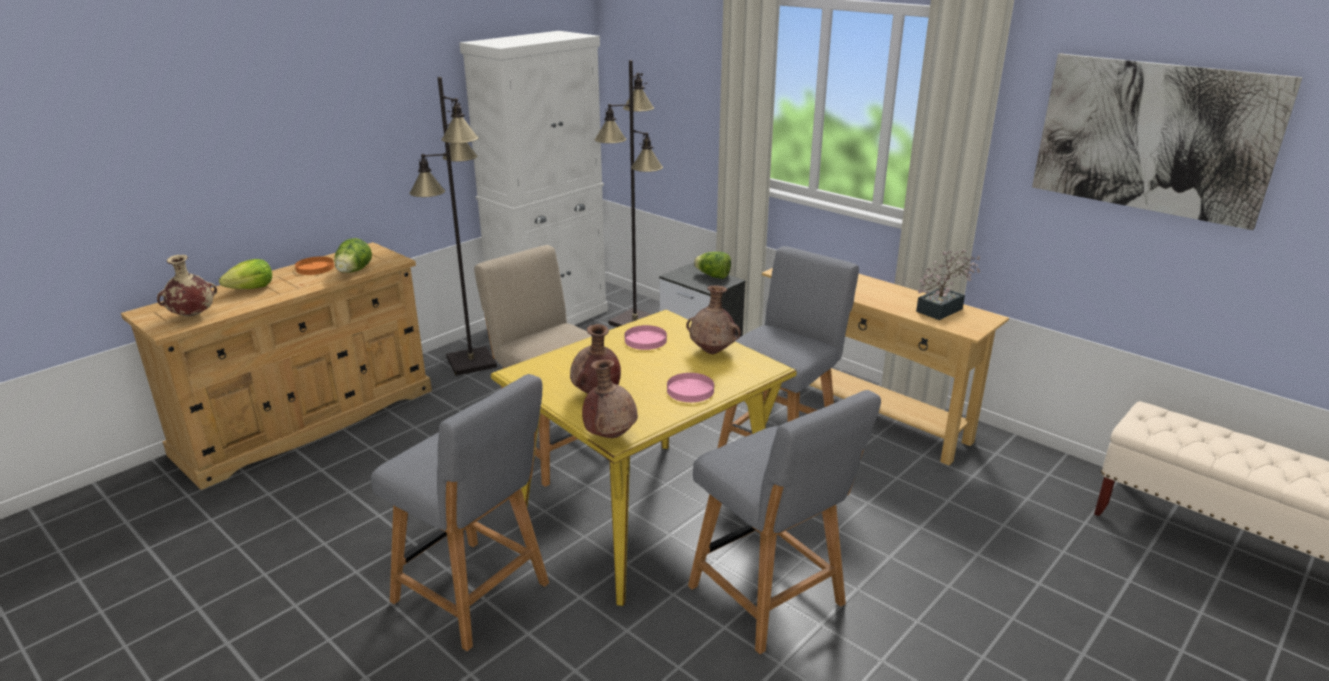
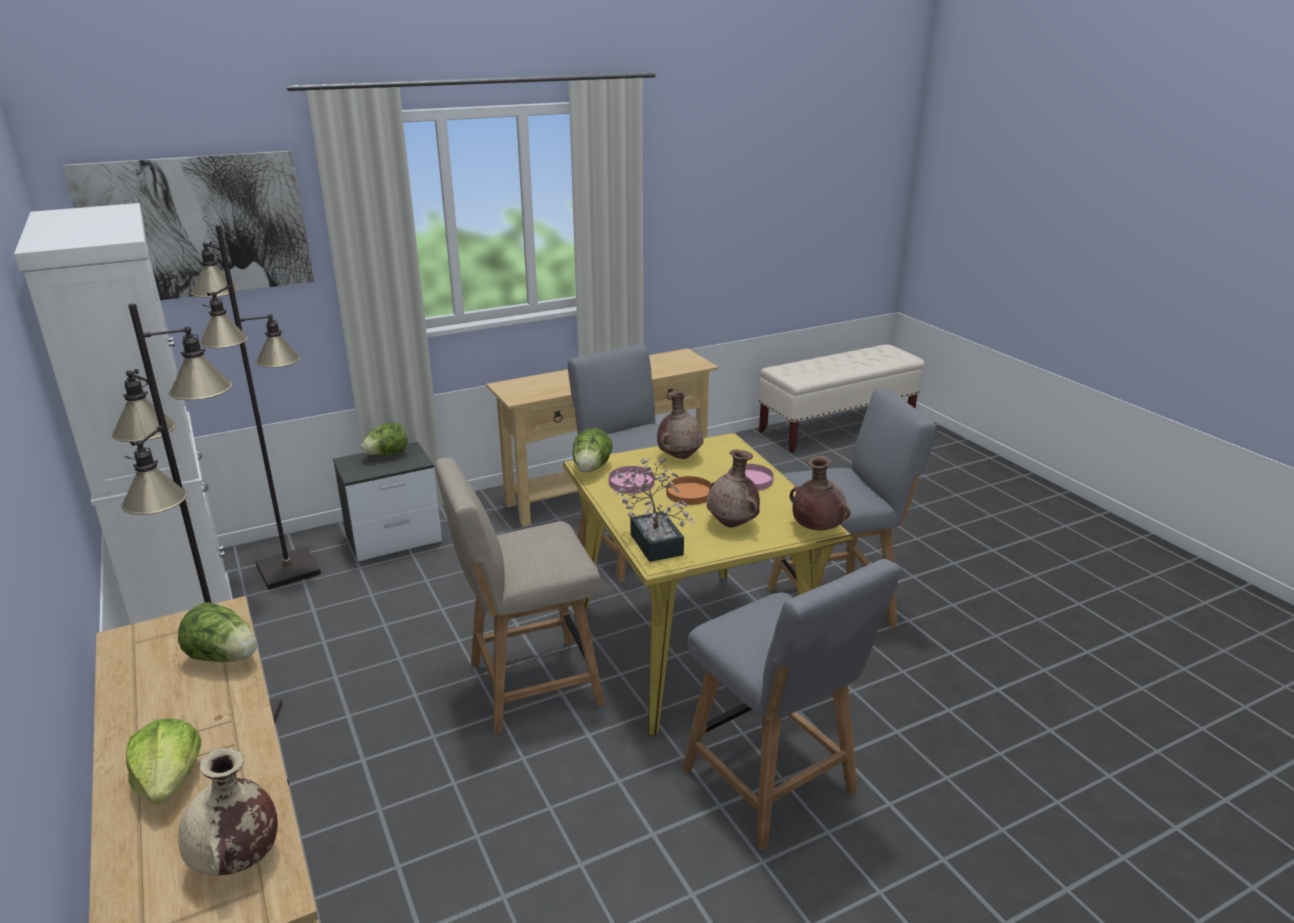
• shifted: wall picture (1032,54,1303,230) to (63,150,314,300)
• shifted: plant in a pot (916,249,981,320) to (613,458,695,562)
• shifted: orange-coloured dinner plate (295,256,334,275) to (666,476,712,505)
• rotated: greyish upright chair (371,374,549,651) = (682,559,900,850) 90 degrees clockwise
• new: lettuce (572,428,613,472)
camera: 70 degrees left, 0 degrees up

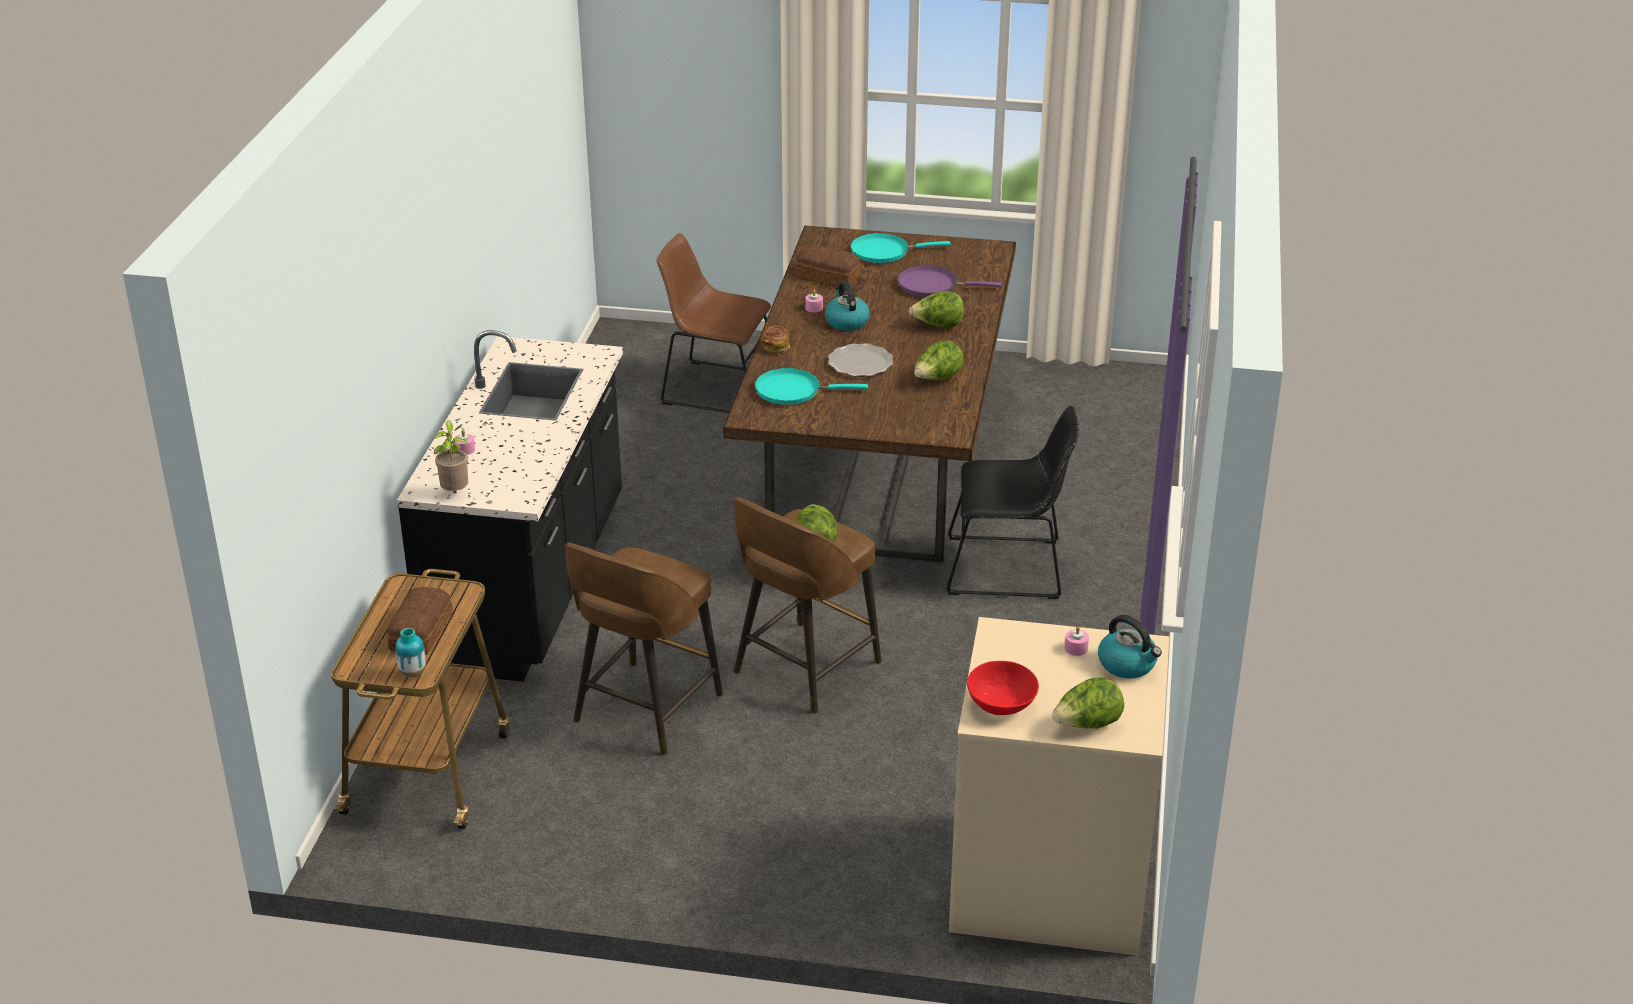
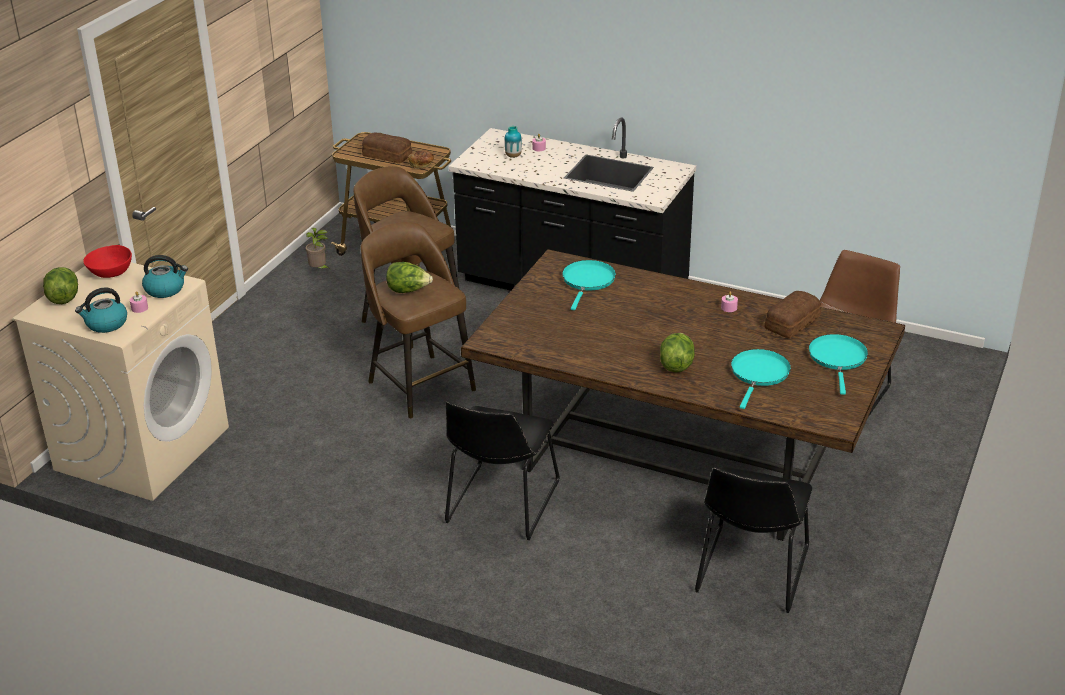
• repainted: purple pan (897,265,1001,297) to turquoise pan (731,349,791,409)
• shifted: water kettle (825,282,870,331) to (142,255,188,298)
• shifted: bakery bread (761,326,790,354) to (408,151,434,169)
• gone: lettuce (914,340,964,380)
• gone: dinner plate (828,344,893,377)
• shifted: plant in a pot (433,421,468,491) to (306,228,330,269)
• shifted: flower vase (395,628,426,677) to (504,126,522,158)
• new: blackish upright chair (695,467,812,613)
camera: 105 degrees right, 0 degrees up

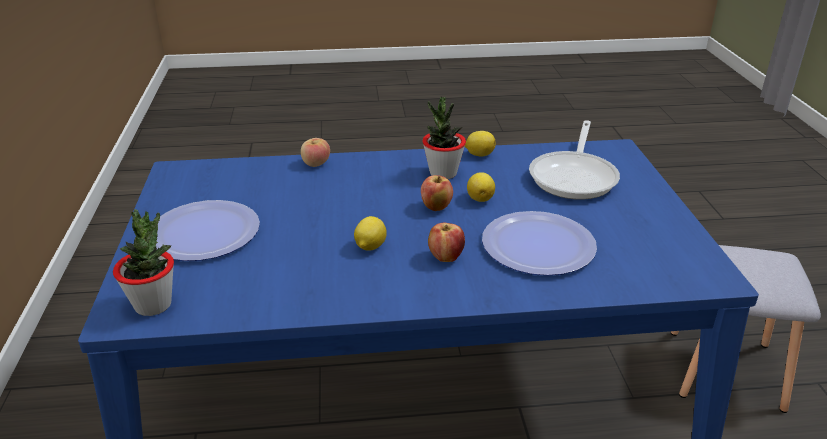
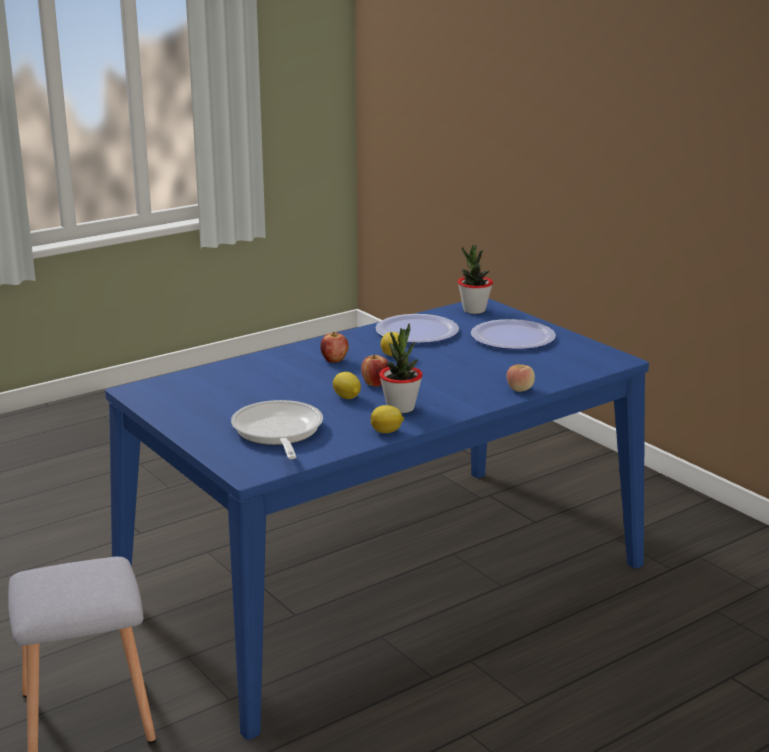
• shifted: dinner plate (482,211,597,275) to (375,314,459,343)
camera: 150 degrees right, 10 degrees down

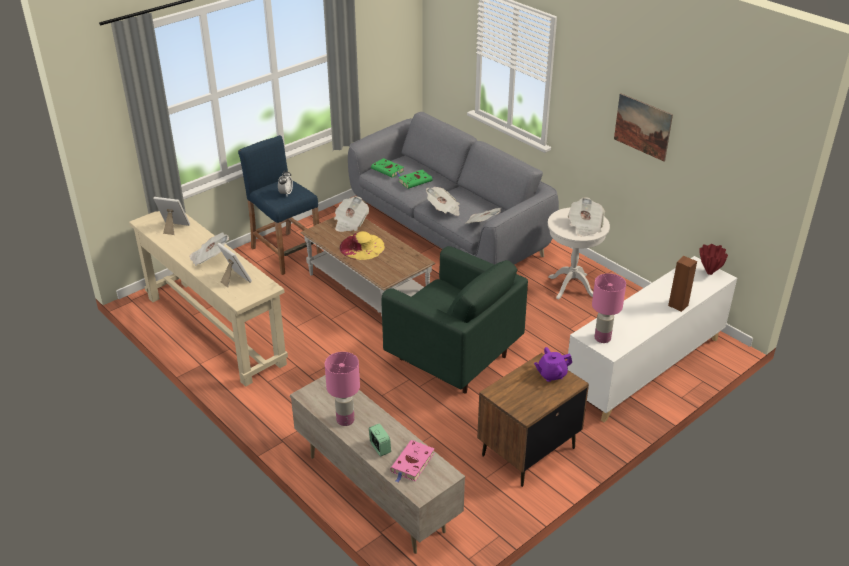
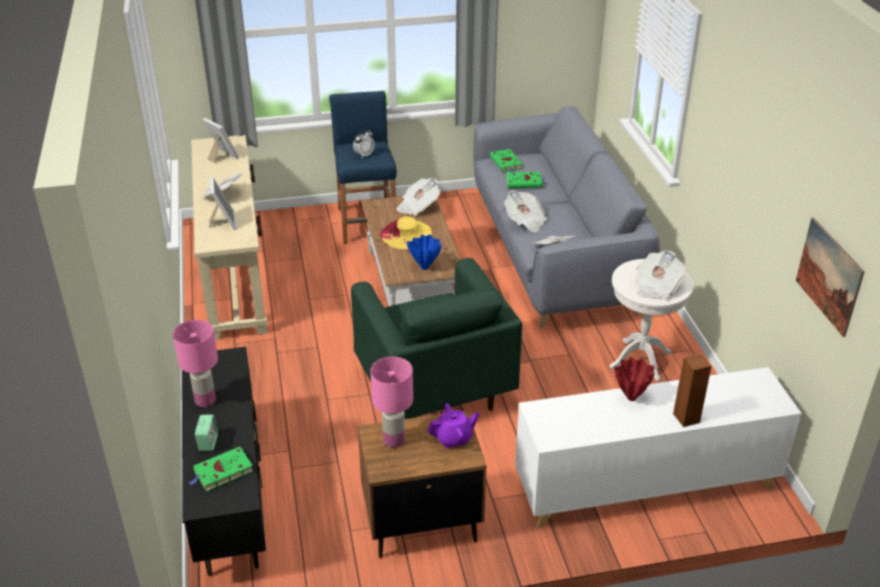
• shifted: wall picture (614,93,673,162) to (796,217,865,337)
• shifted: red flower vase (700,244,728,275) to (614,357,655,401)
• shifted: pink lamp for a table (592,273,626,343) to (371,356,413,448)
• rotated: purple teapot (534,347,572,382) = (428,403,479,448) 150 degrees clockwise
• repainted: sand-coloured tv unit (289,375,465,554) to blackish tv unit (182,347,266,576)
• repainted: pink bound book (390,440,435,482) to green bound book (189,447,253,492)
• new: bluish flower vase (407,235,442,270)
camera: 30 degrees right, 0 degrees up

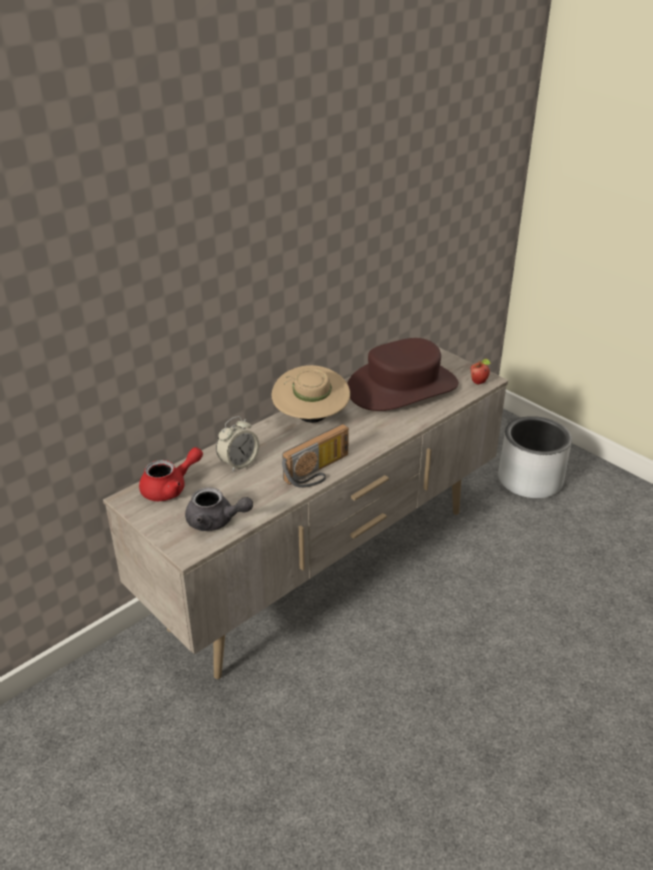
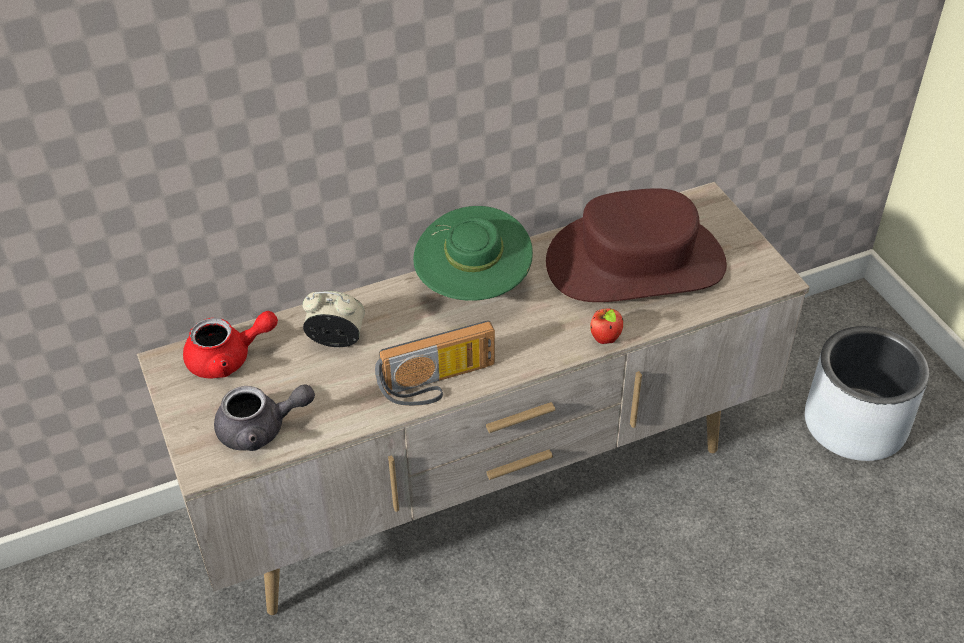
• shifted: apple fruit (471,359,491,384) to (590,308,623,344)
• repainted: sand-coloured clothing hat (272,365,350,423) to green clothing hat (413,206,533,301)
• rotated: table clock (216,416,259,472) = (302,291,365,347) 150 degrees counterclockwise
• rotated: greyish teapot (185,487,253,531) = (214,384,315,451) 45 degrees counterclockwise
camera: 20 degrees right, 10 degrees up

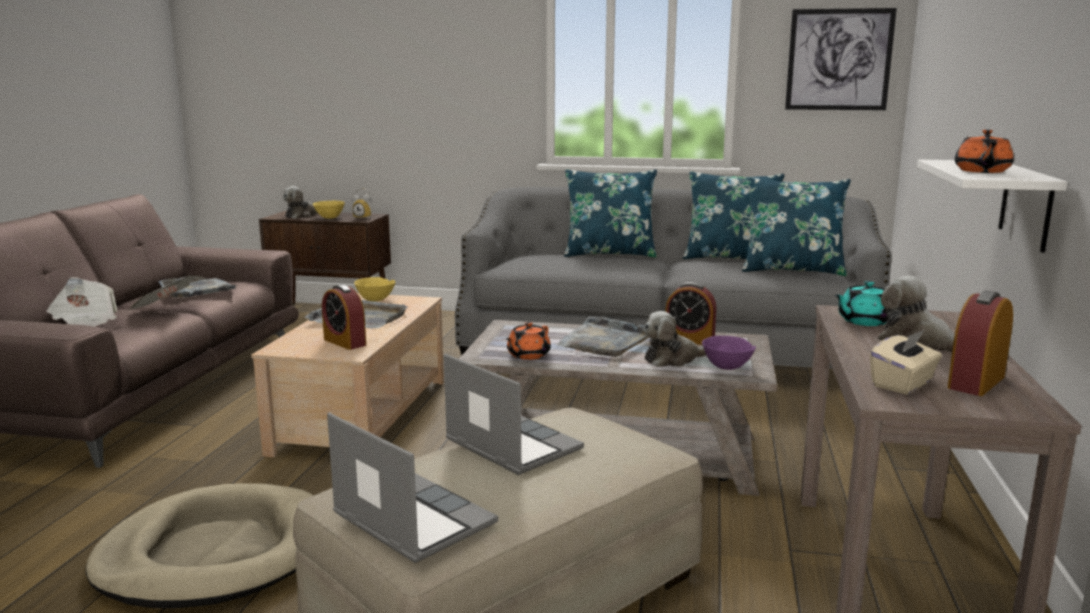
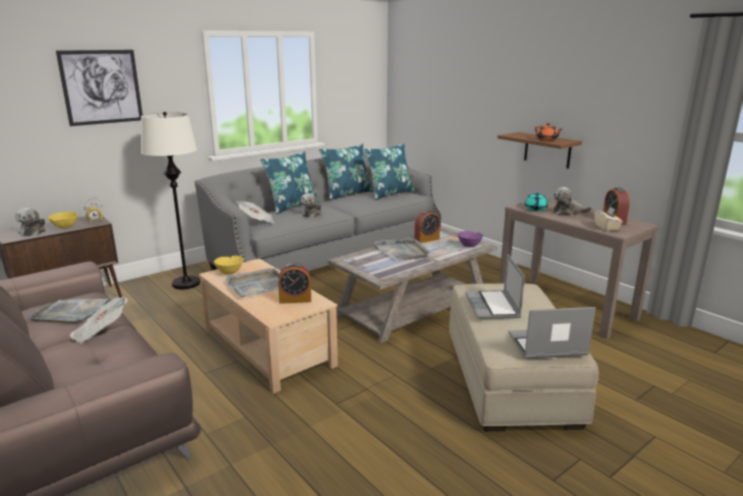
• shifted: wall picture (785,8,897,110) to (56,50,143,126)
• repainted: white bracket shelf (917,160,1068,253) to brown-coloured bracket shelf (497,132,582,169)
• shifted: newspaper (46,277,117,327) to (236,201,274,223)
• shifted: cuddly toy (643,311,706,367) to (301,193,321,218)
• gone: orange-coloured teapot (506,322,551,360)
• rotated: notebook computer (444,354,584,475) = (465,254,525,319) 90 degrees counterclockwise
• gone: sand-coloured pet bed (86,483,314,608)
• new: white standard lamp (141,112,200,289)
camera: 50 degrees left, 5 degrees up

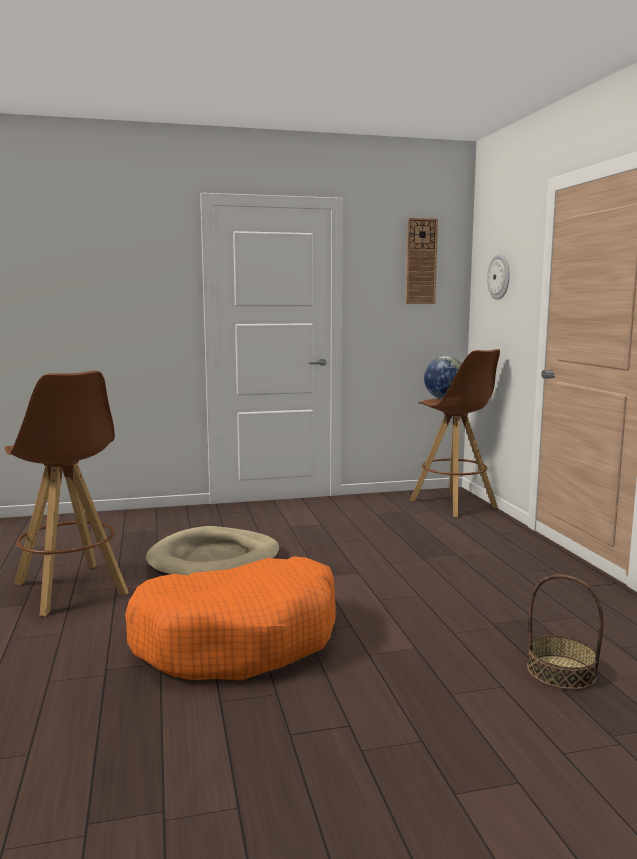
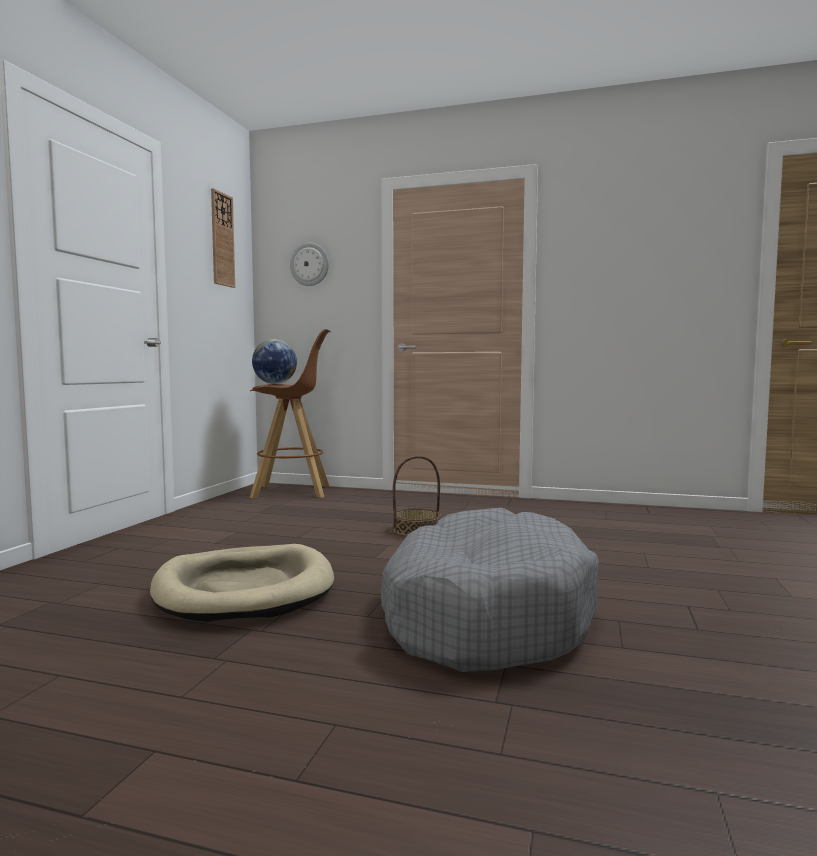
• gone: brown-coloured sitting stool (4,371,128,616)
• repainted: orange-coloured pet bed (125,556,336,680) to greyish pet bed (381,508,599,672)
• shifted: storage basket (527,575,604,690) to (393,455,441,536)
camera: 60 degrees left, 5 degrees down

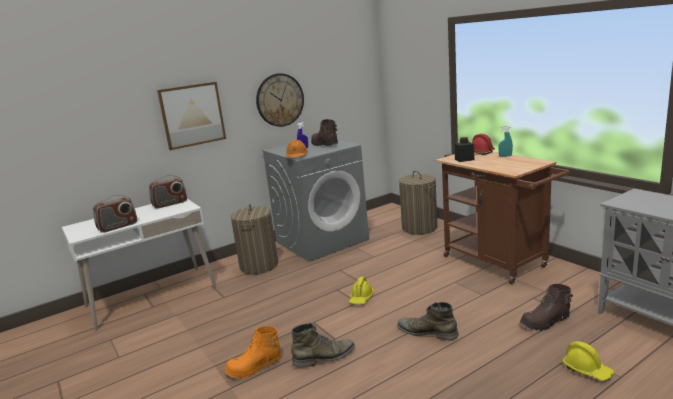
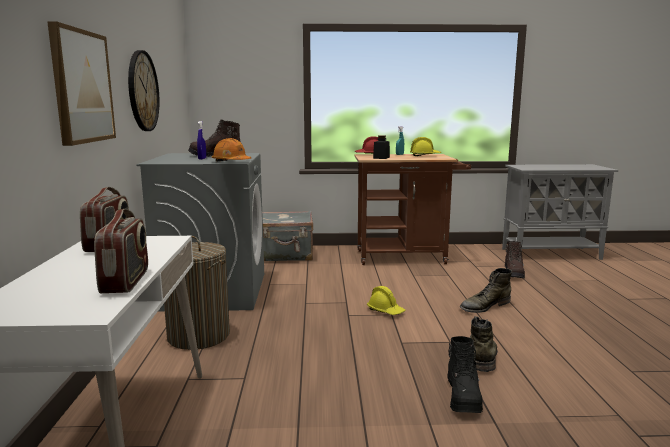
• swapped: laundry basket (399,171,437,235) to greyish piece of luggage (262,211,313,261)
• repainted: orange-coloured high-top boot (225,326,281,379) to blackish high-top boot (447,336,483,413)
• shifted: yellow-coloured safety helmet (563,341,615,381) to (410,137,441,156)
camera: 60 degrees left, 5 degrees down

